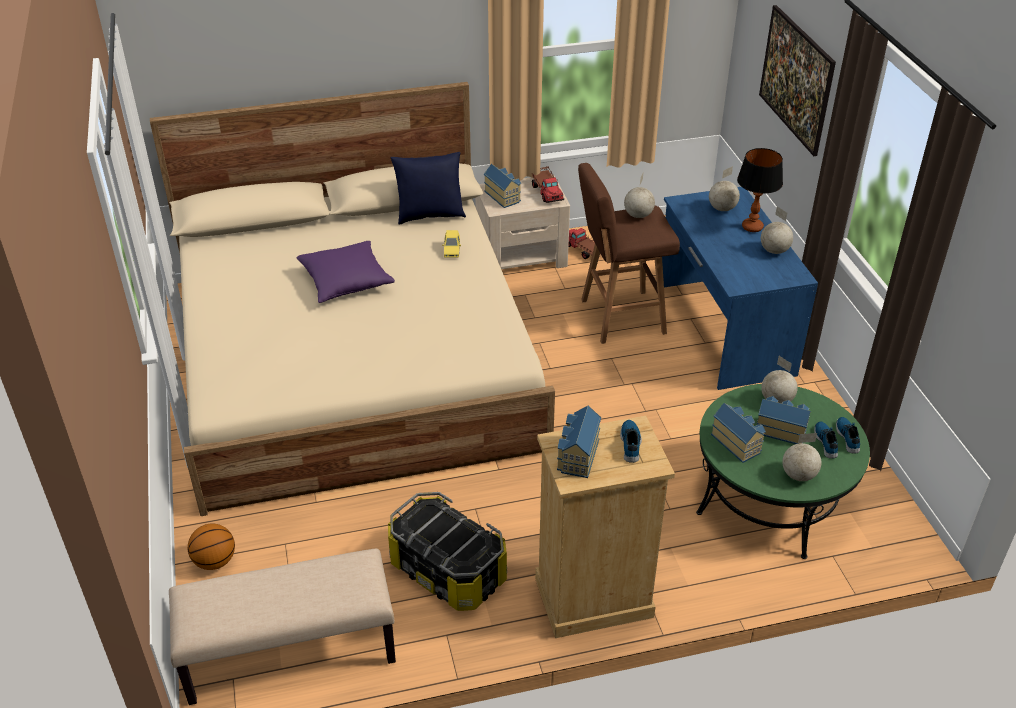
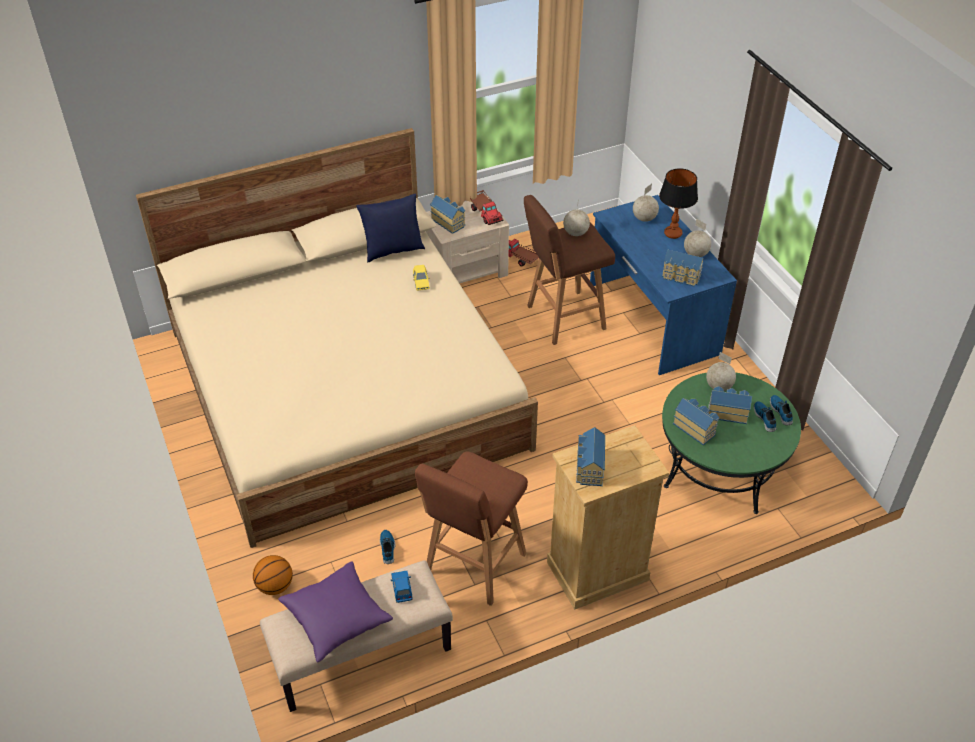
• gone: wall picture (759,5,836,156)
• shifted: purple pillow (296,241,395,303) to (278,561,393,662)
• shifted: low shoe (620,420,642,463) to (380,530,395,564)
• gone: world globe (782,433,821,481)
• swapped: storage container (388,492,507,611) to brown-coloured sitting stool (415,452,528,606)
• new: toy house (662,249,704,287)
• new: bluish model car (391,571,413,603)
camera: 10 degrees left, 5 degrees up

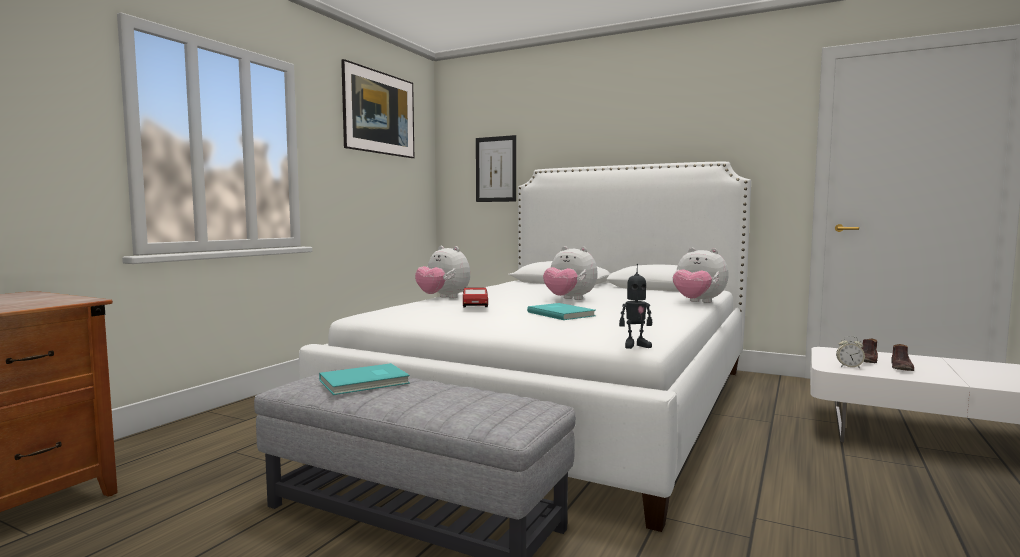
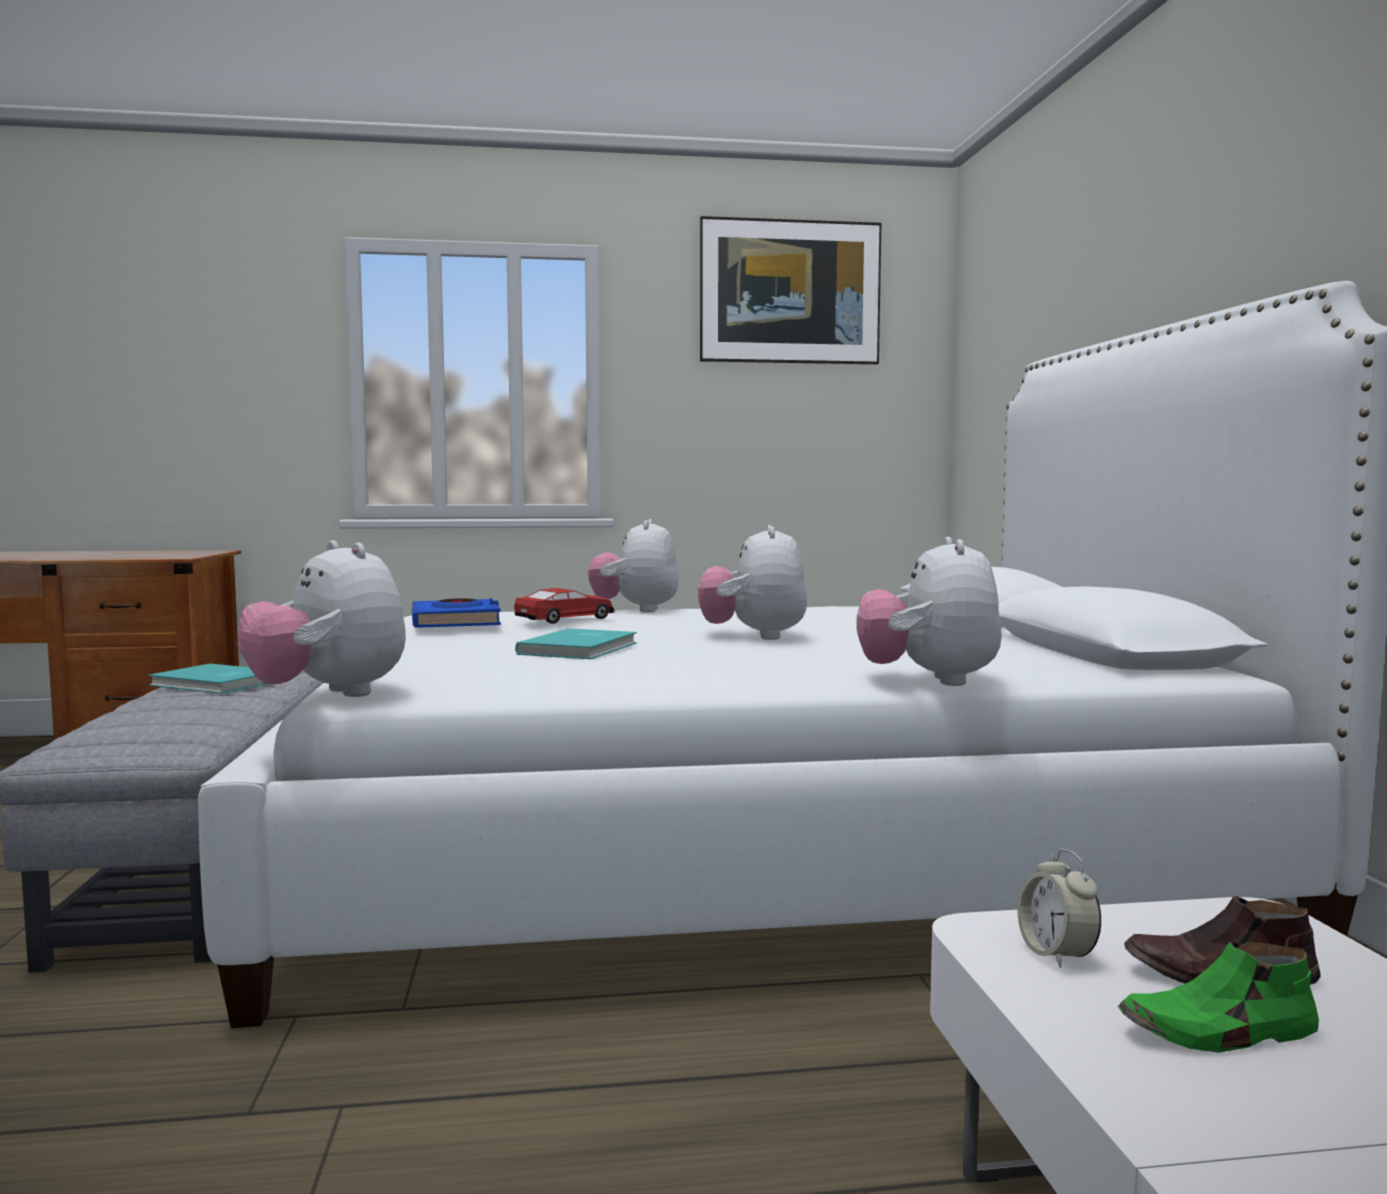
• gone: wall picture (476,135,516,202)
• swapped: model robot (619,264,652,349) to cuddly toy (238,540,406,697)
• repainted: brown-coloured low shoe (891,344,914,371) to green low shoe (1118,941,1319,1053)
• new: bluish bound book (412,598,501,628)
camera: 55 degrees right, 0 degrees up

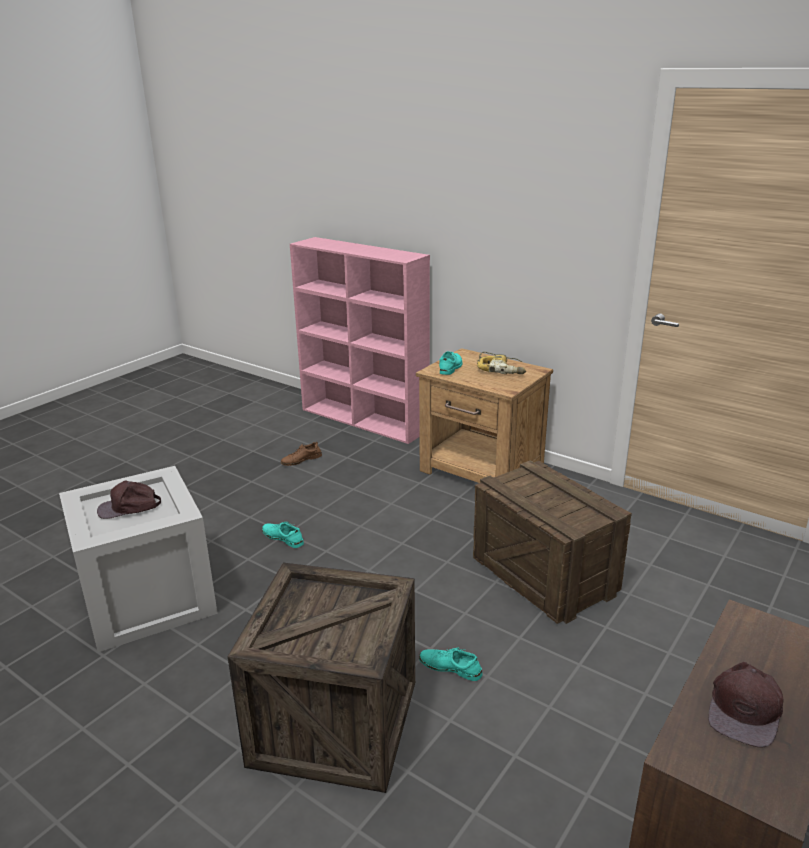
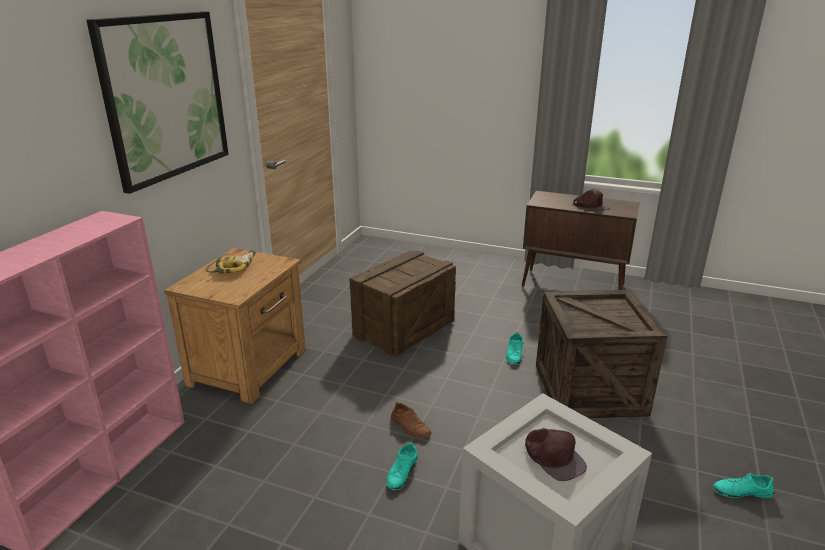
• shifted: turquoise low shoe (439,351,462,375) to (713,473,775,498)
• shifted: brown-coloured low shoe (281,441,322,466) to (391,402,431,438)
• new: wall picture (86,11,229,194)
camera: 105 degrees left, 0 degrees up

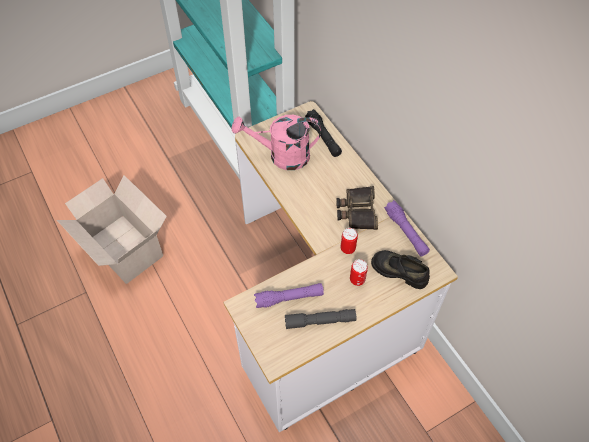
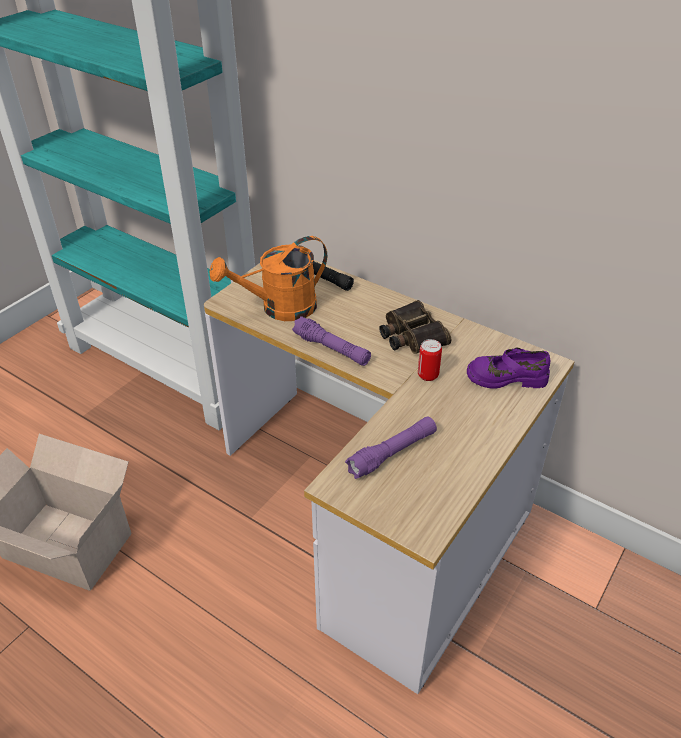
• repainted: pink watering pot (232,115,321,170) to orange-coloured watering pot (209,236,327,321)
• shifted: purple hand torch (384,200,430,256) to (292,316,371,366)
• repainted: blackish low shoe (371,250,430,289) to purple low shoe (467,348,550,389)
• gone: sealed can (350,259,368,286)
• gone: greyish hand torch (285,309,356,329)
camera: 25 degrees left, 15 degrees down

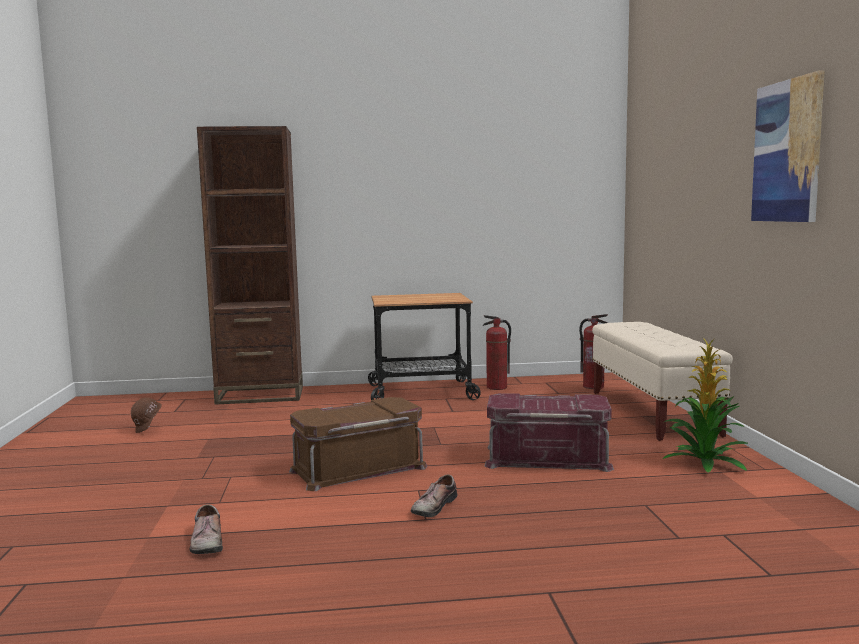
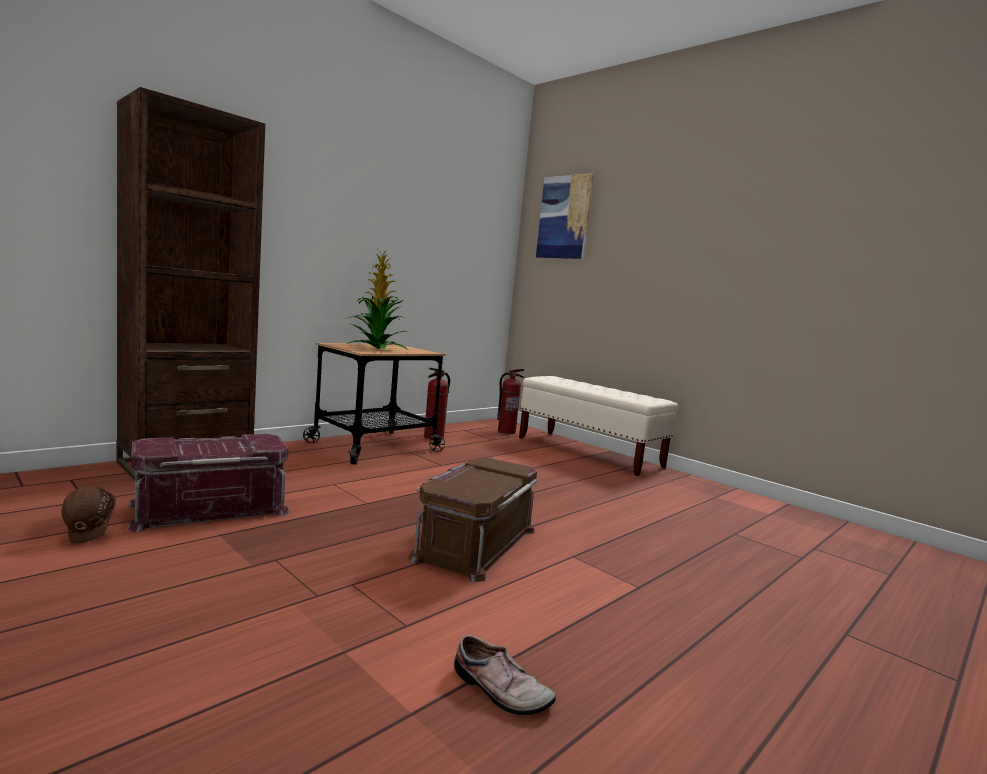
• shifted: wall picture (751,70,825,222) to (536,173,595,259)
• shifted: plant in a pot (662,336,749,472) to (345,250,408,350)
• shifted: red storage container (485,393,614,472) to (127,434,290,532)
• gone: low shoe (411,475,457,517)
camera: 40 degrees left, 0 degrees up

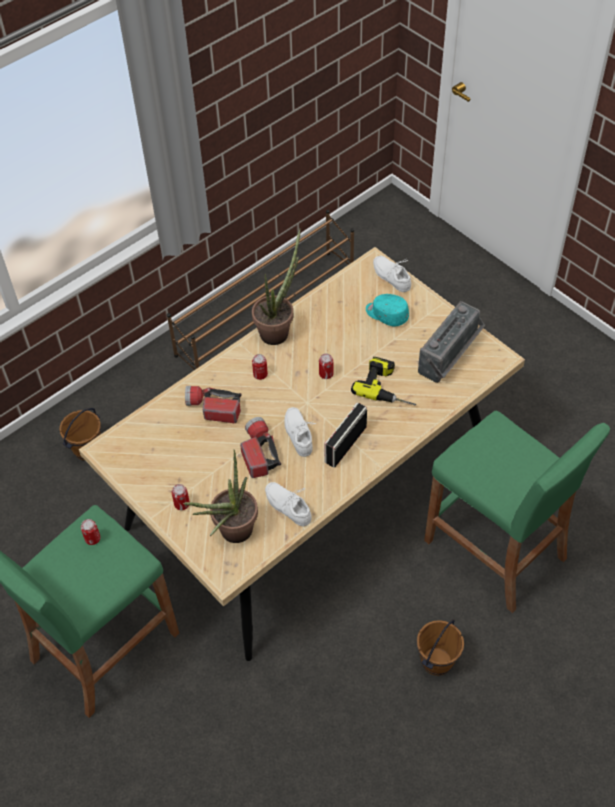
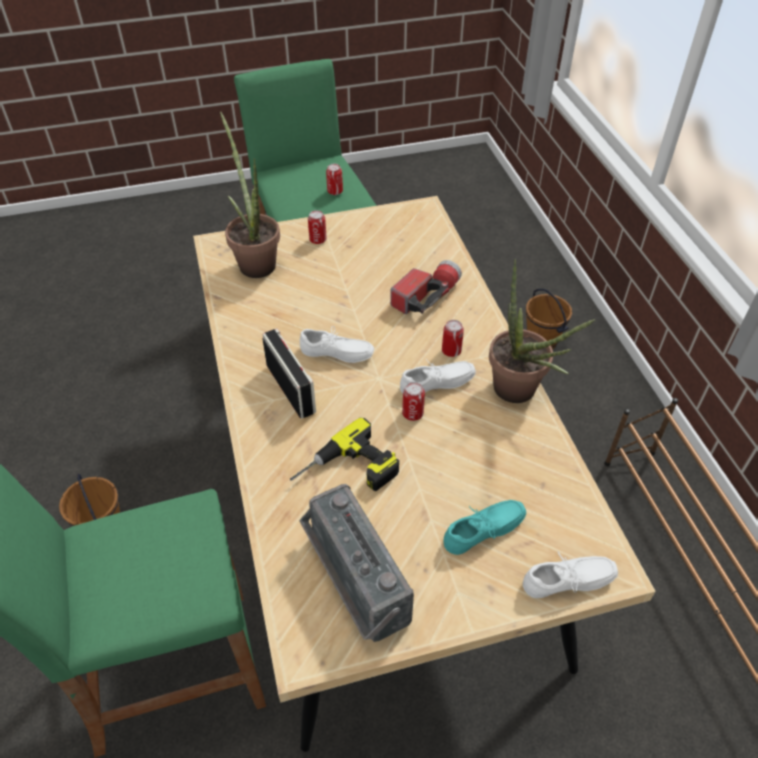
• swapped: turquoise peaked cap (366,294,409,326) to turquoise low shoe (443,500,526,555)
• gone: hand torch (240,417,281,478)
• shifted: white low shoe (265,482,312,526) to (400,359,476,393)
camera: 115 degrees right, 5 degrees down

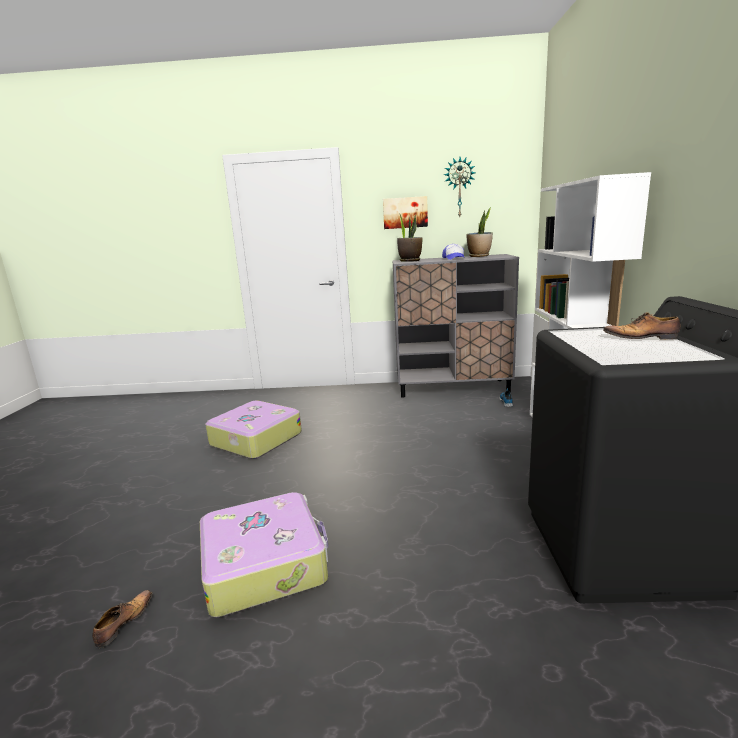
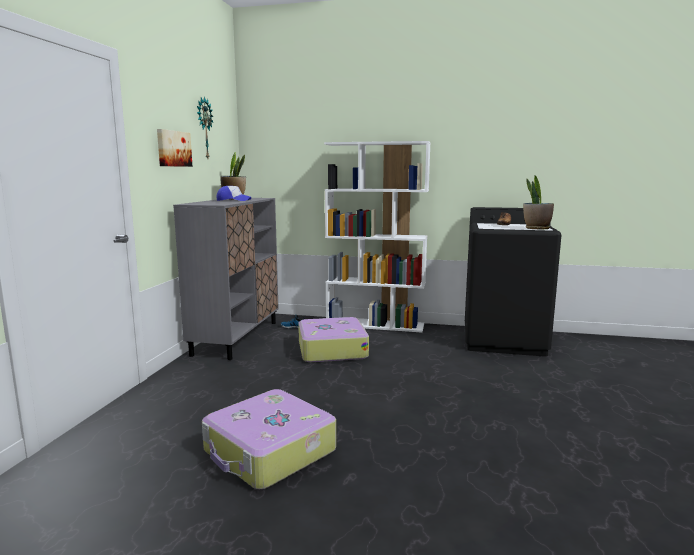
• shifted: plant in a pot (397,215,423,262) to (523,175,554,229)
• shifted: piece of luggage (200,492,328,618) to (298,317,369,362)
• gone: low shoe (92,590,153,648)
camera: 80 degrees left, 5 degrees down

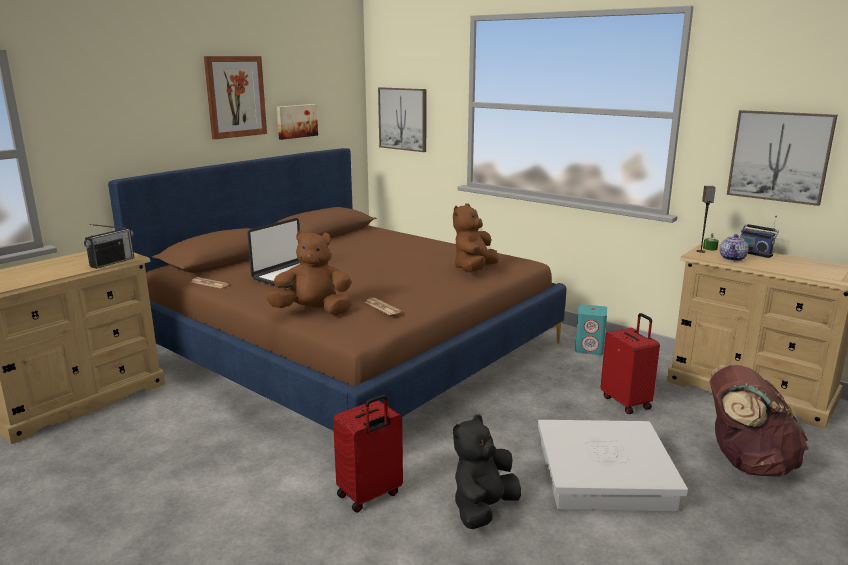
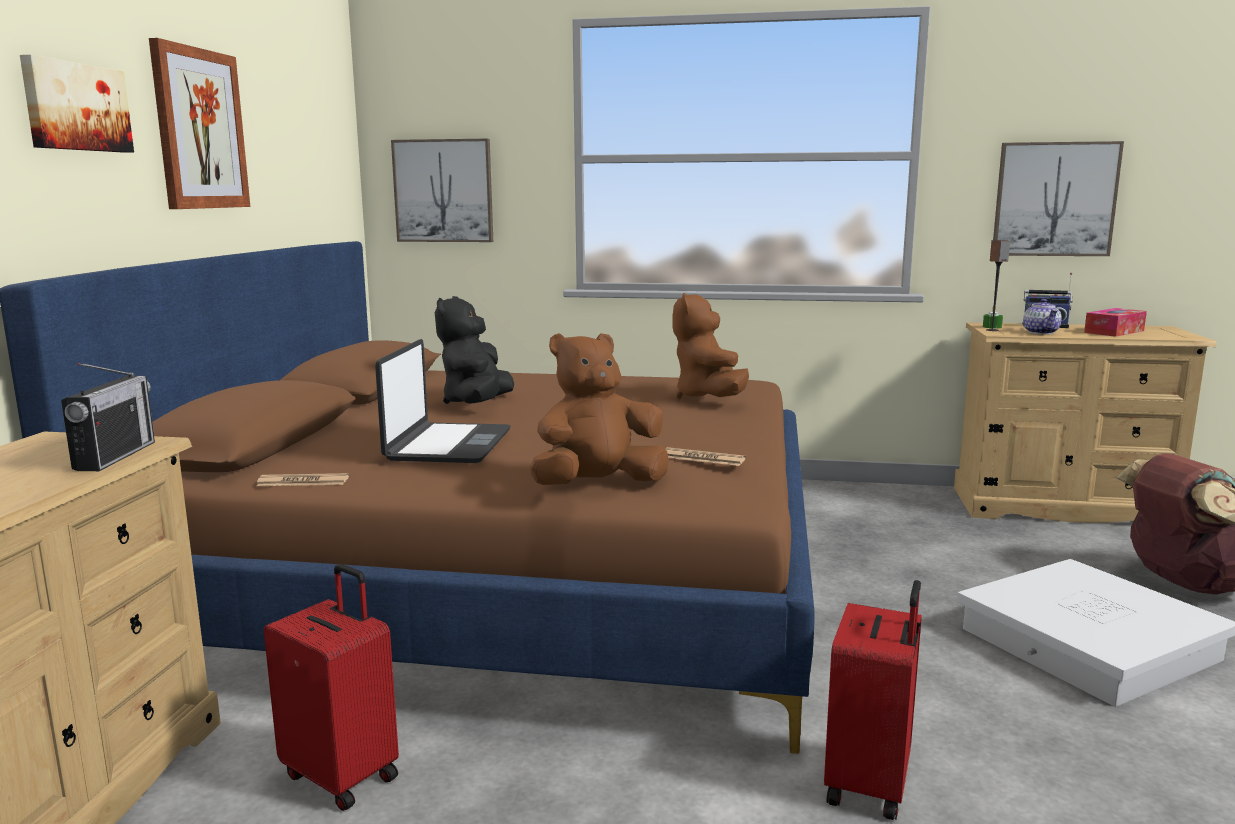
• shifted: wall picture (277,104,318,140) to (20,54,134,153)
• gone: turquoise loudspeaker (575,304,607,355)
• shifted: red piece of luggage (601,313,660,414) to (264,564,399,811)
• shifted: blackish cuddly toy (453,414,521,529) to (435,296,514,404)
• new: tissue box (1084,308,1147,337)
camera: 30 degrees left, 5 degrees down

